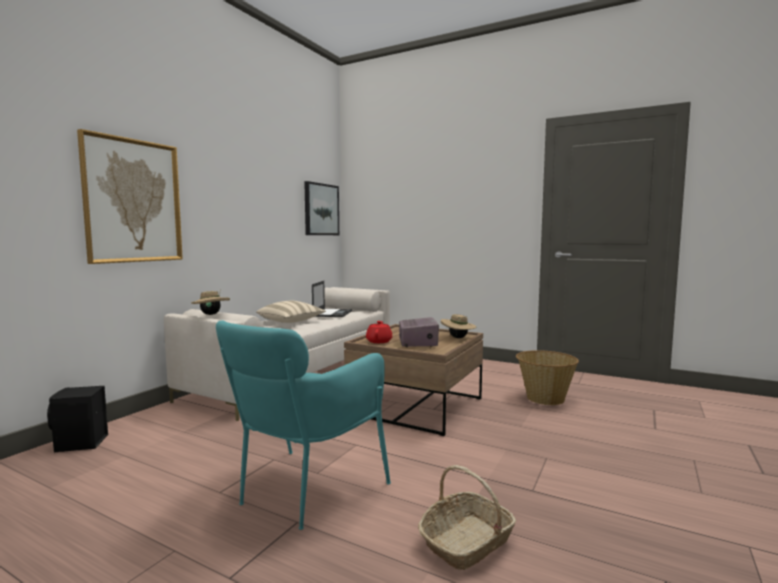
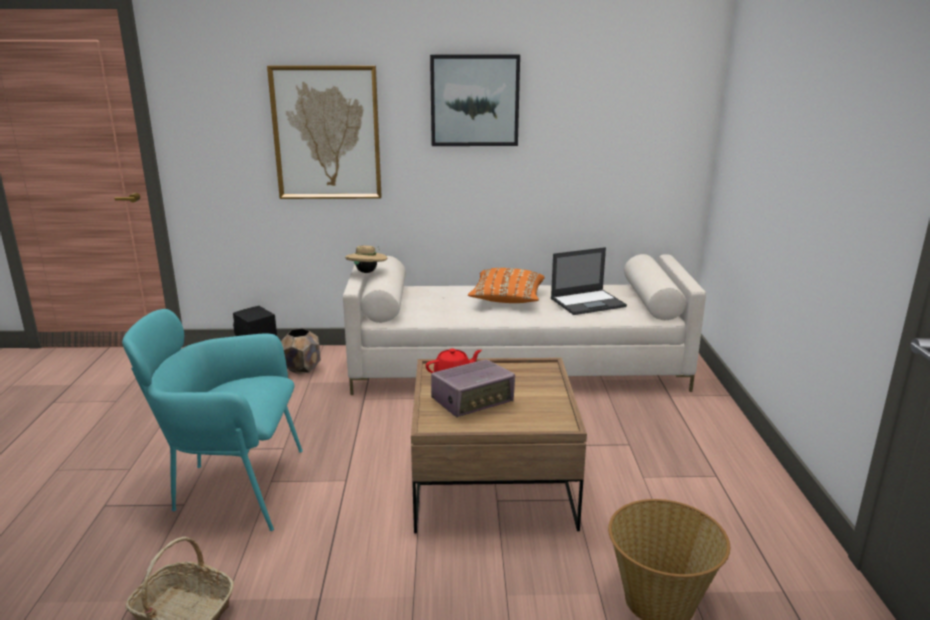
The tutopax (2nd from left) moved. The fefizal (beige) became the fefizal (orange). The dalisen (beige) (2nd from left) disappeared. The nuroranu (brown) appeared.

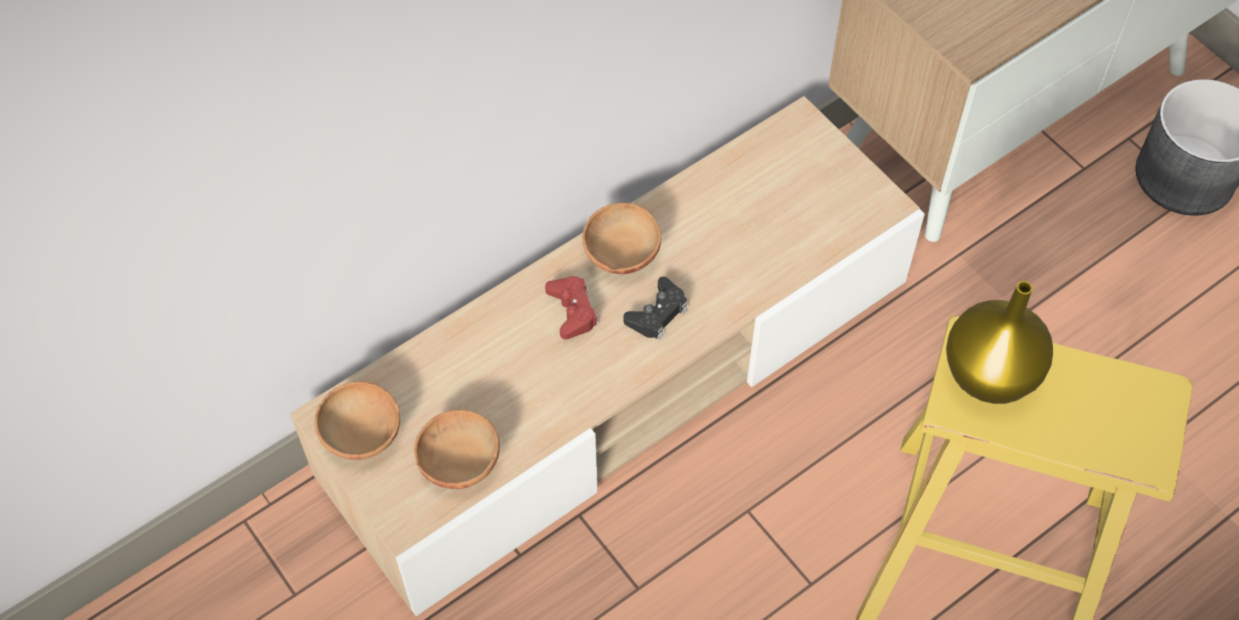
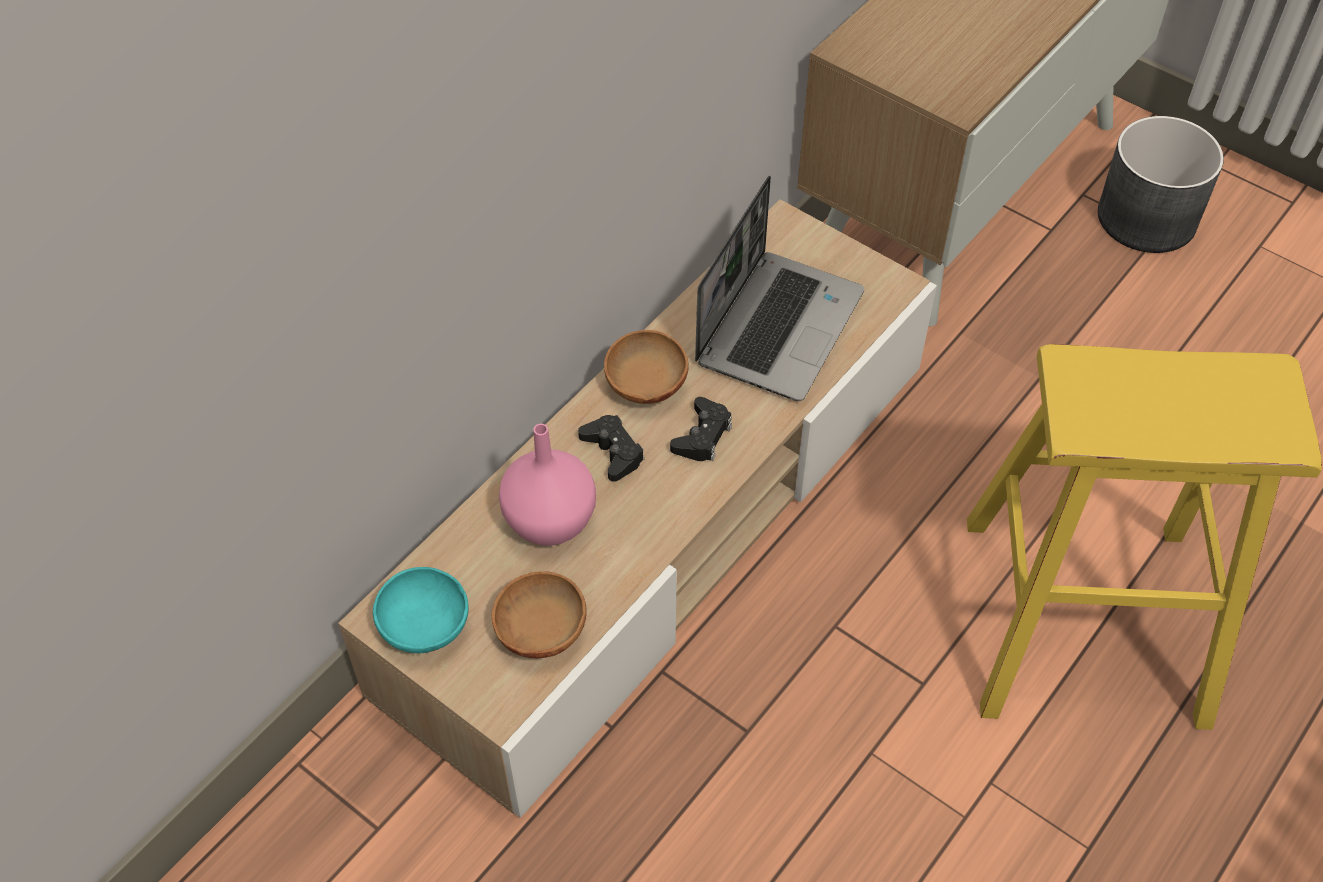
The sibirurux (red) became the sibirurux (black) (1st from left). The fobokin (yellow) disappeared. The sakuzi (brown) (1st from left) became the sakuzi (turquoise). The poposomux appeared. The fobokin (pink) appeared.

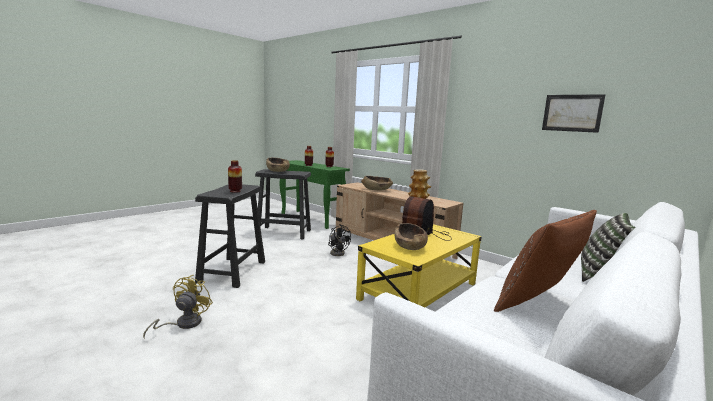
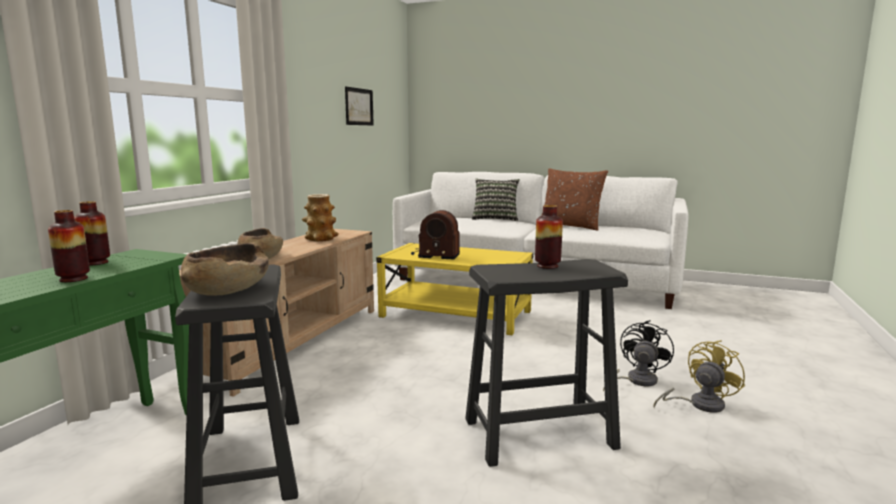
The sakuzi (brown) (3rd from left) disappeared. The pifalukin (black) moved. The pifalukin (yellow) turned 150 degrees clockwise.

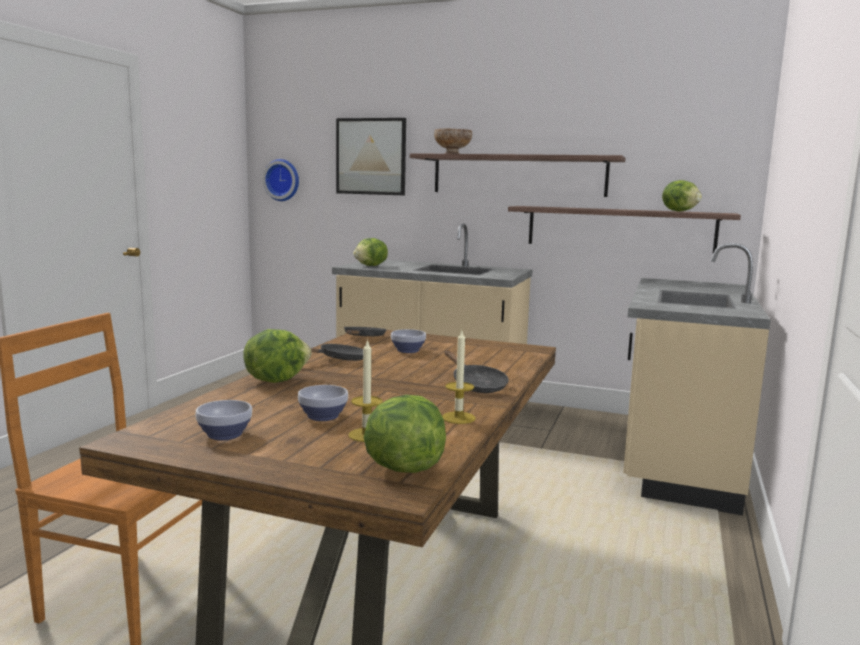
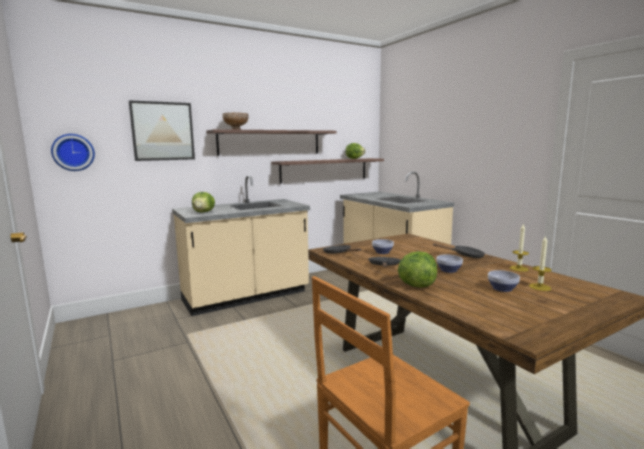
The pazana (3rd from left) disappeared. The sakuzi (1st from left in the first image) moved.

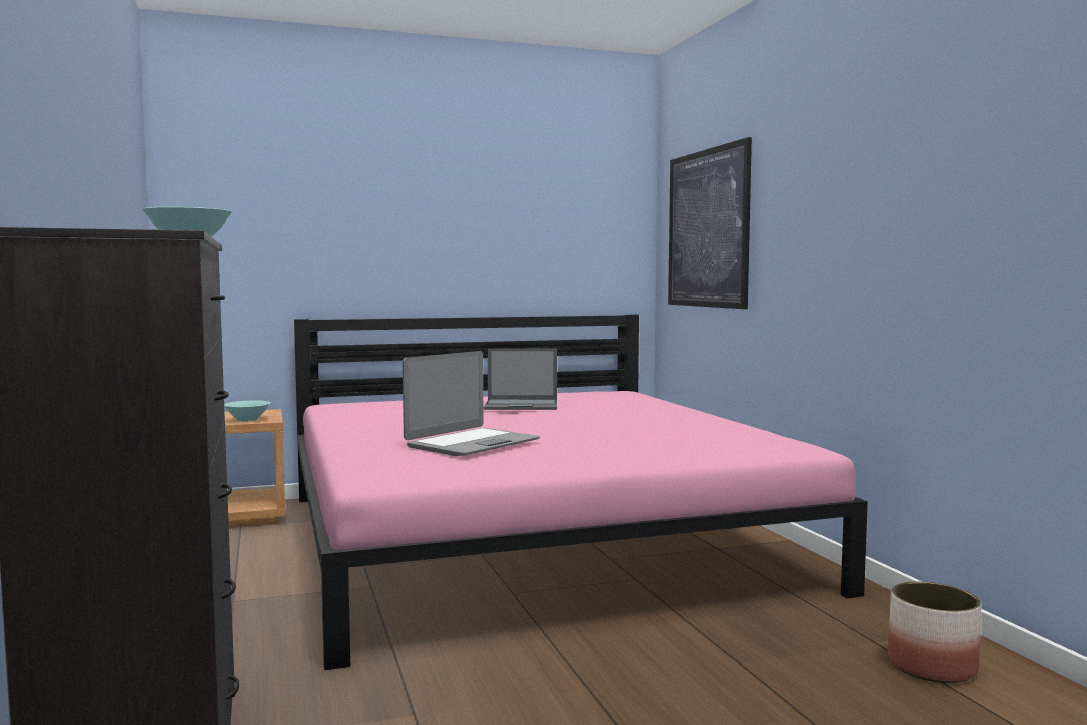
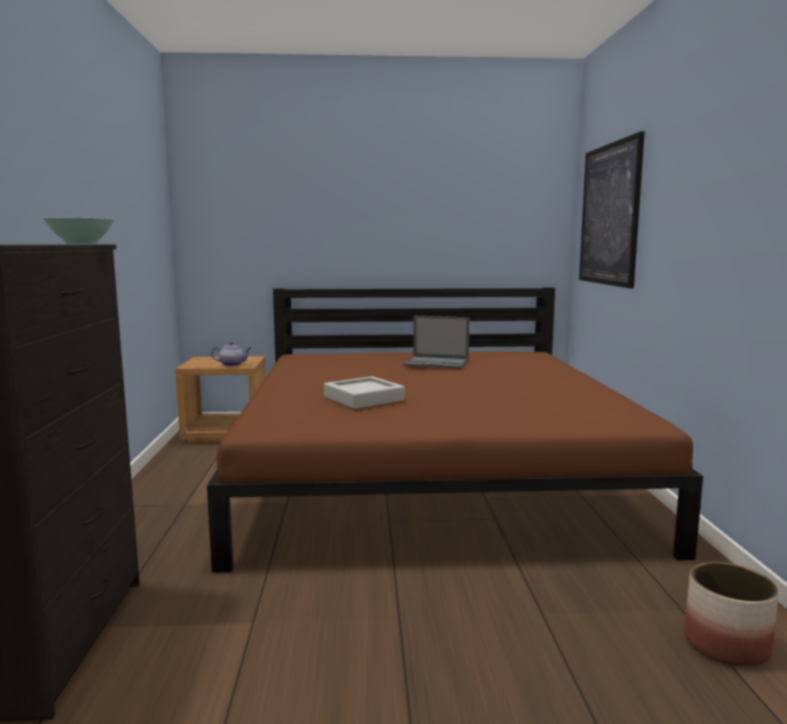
The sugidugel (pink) became the sugidugel (brown). The poposomux (1st from left) was replaced by the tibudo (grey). The sakuzi (turquoise) (2nd from left) was replaced by the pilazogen.

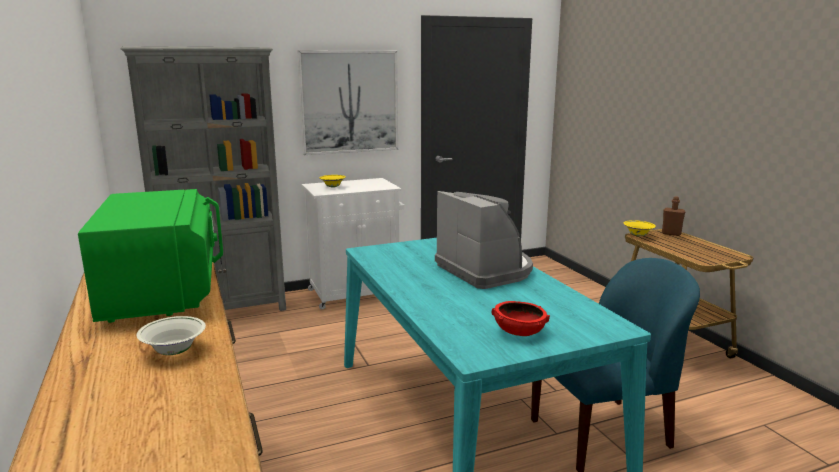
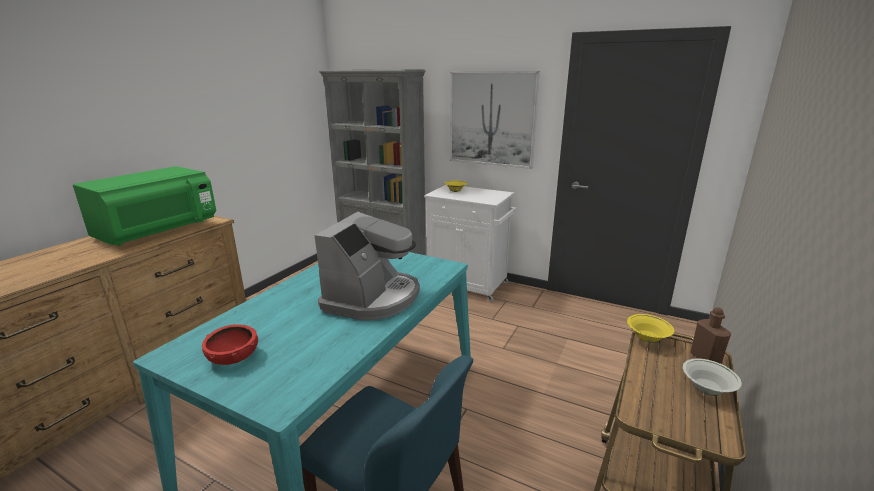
The sakuzi (white) moved.

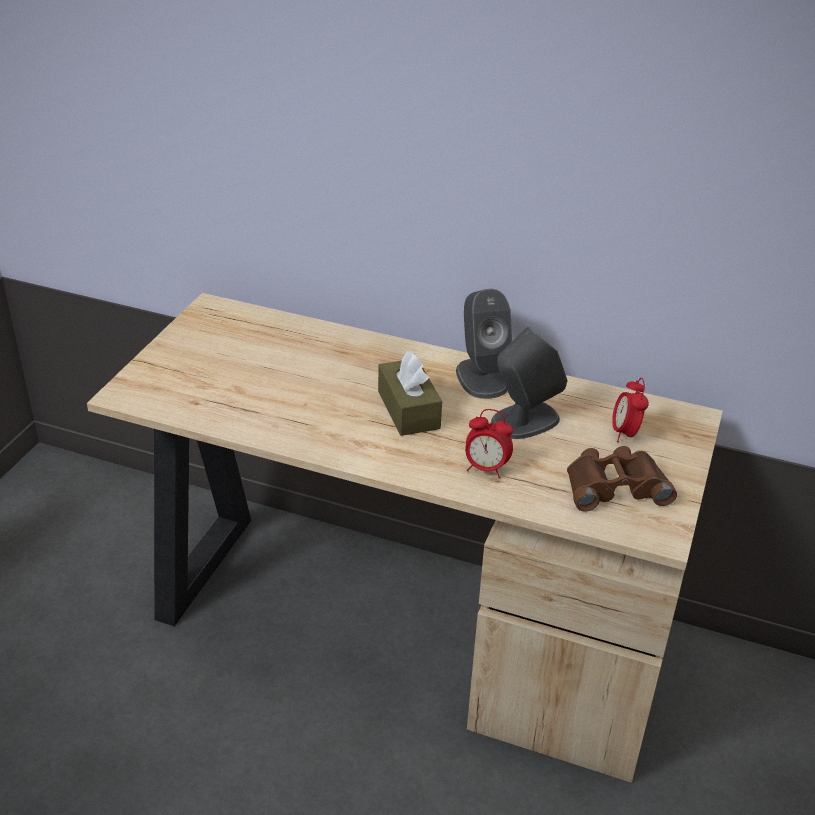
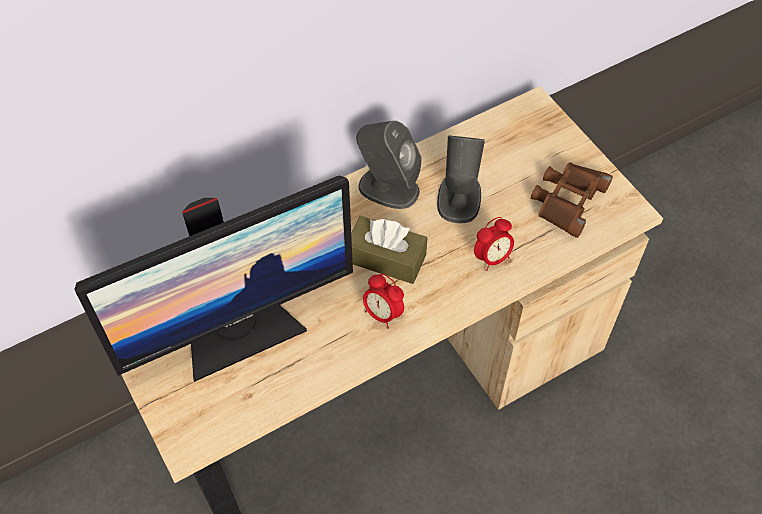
The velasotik (2nd from left in the first image) moved. The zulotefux appeared.

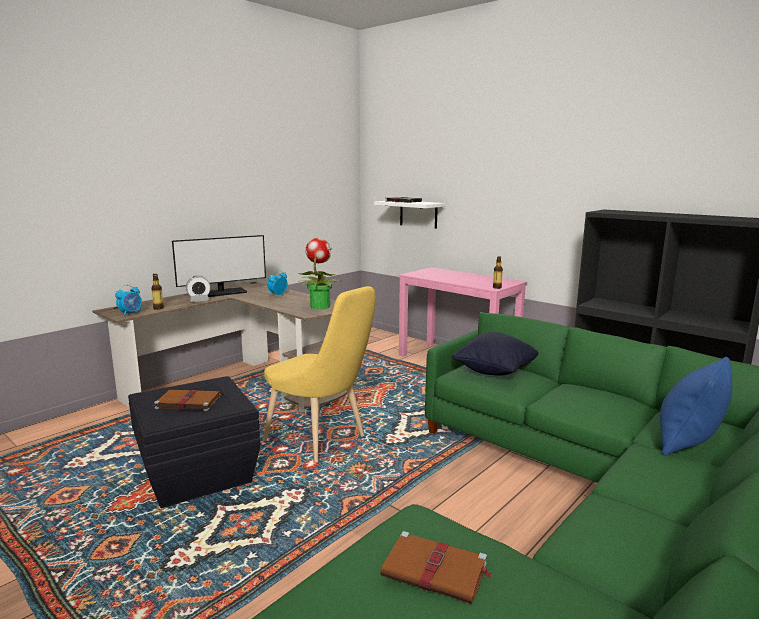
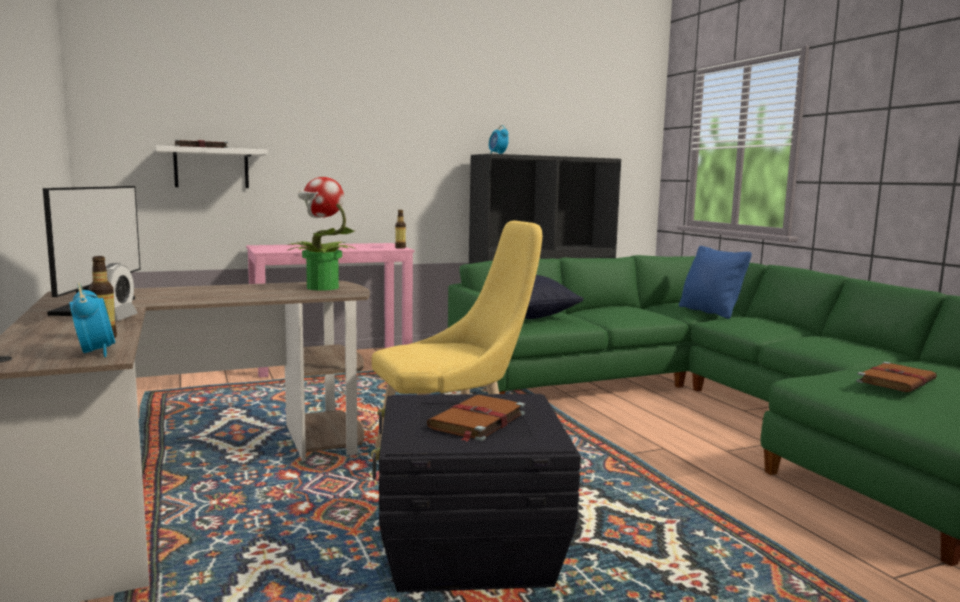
The velasotik (3rd from left) moved.

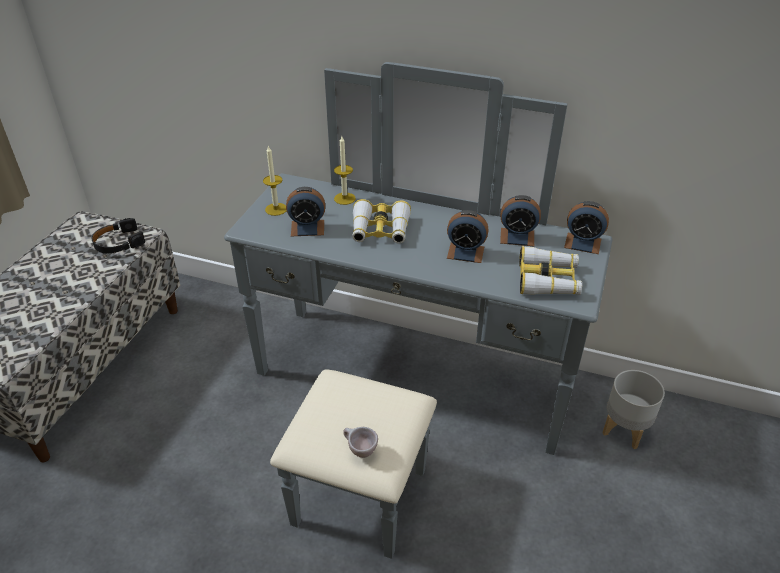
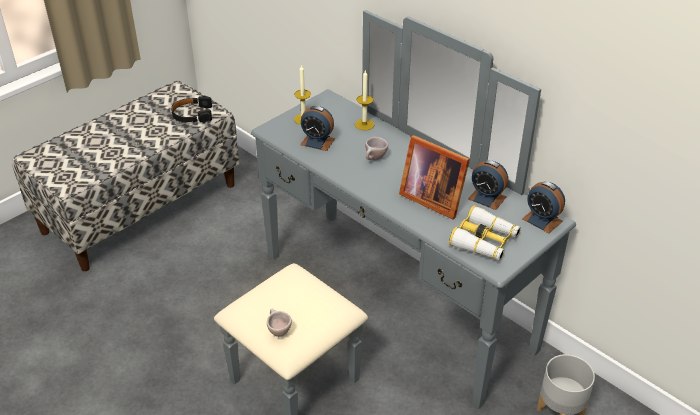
The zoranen (1st from left) was replaced by the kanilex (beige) (2nd from left). The velasotik (2nd from left) was replaced by the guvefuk.

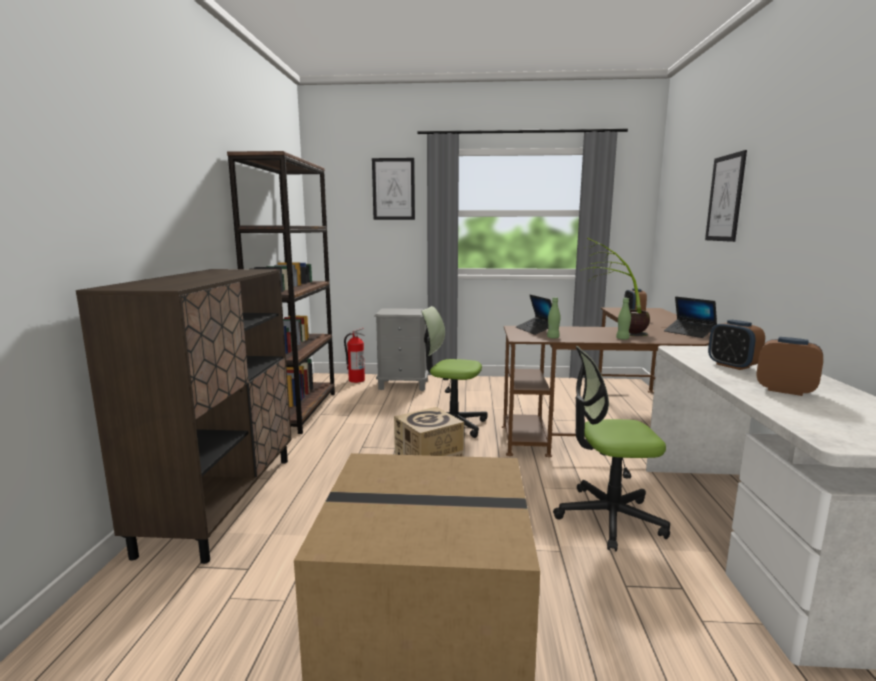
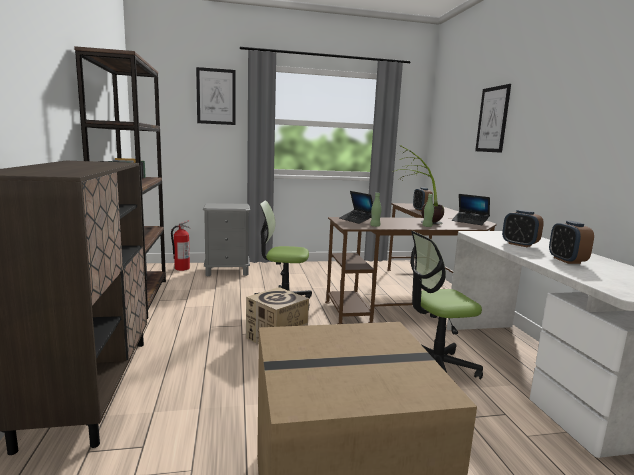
The velasotik (3rd from left) turned 120 degrees counterclockwise.

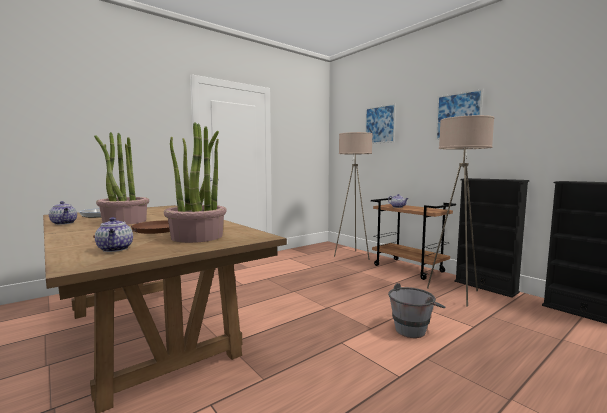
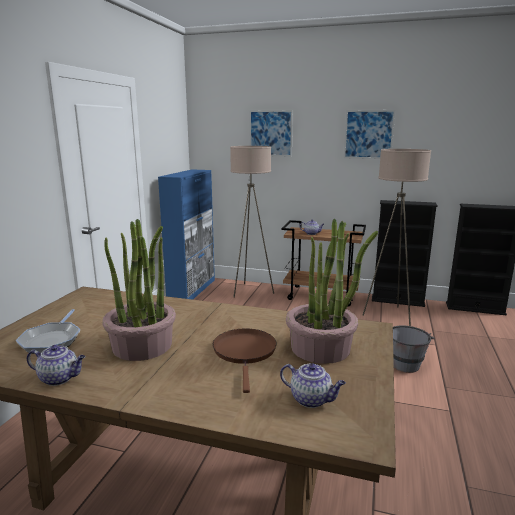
The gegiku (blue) appeared.

